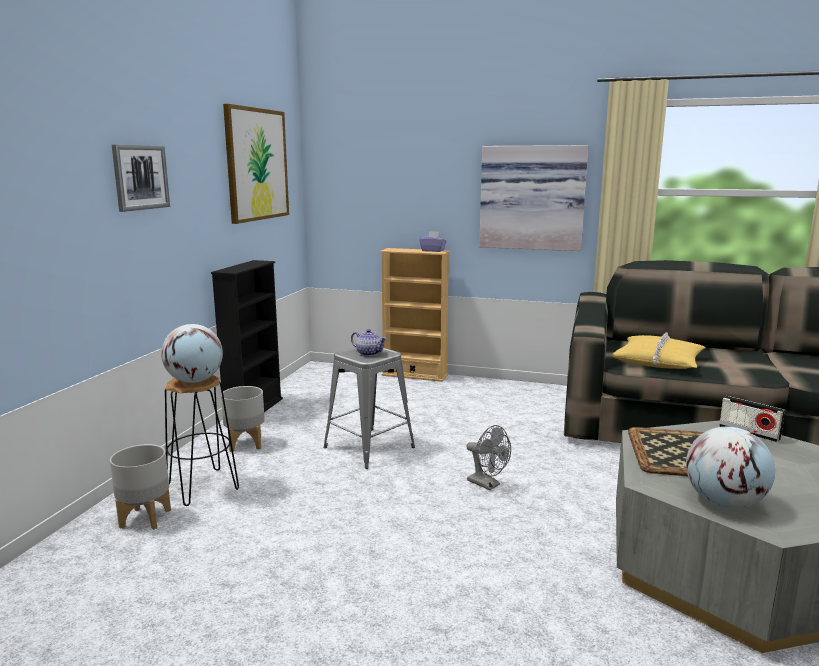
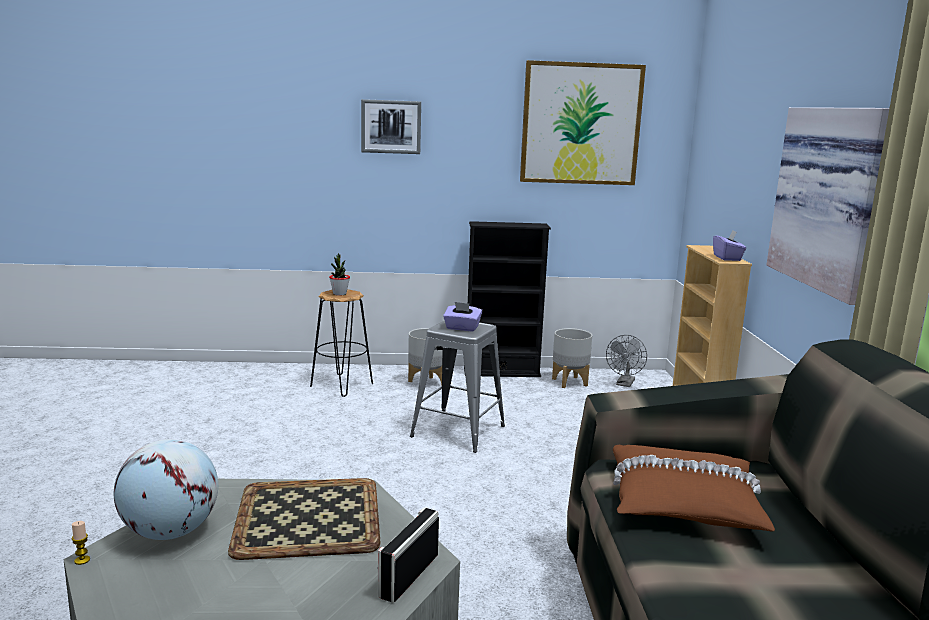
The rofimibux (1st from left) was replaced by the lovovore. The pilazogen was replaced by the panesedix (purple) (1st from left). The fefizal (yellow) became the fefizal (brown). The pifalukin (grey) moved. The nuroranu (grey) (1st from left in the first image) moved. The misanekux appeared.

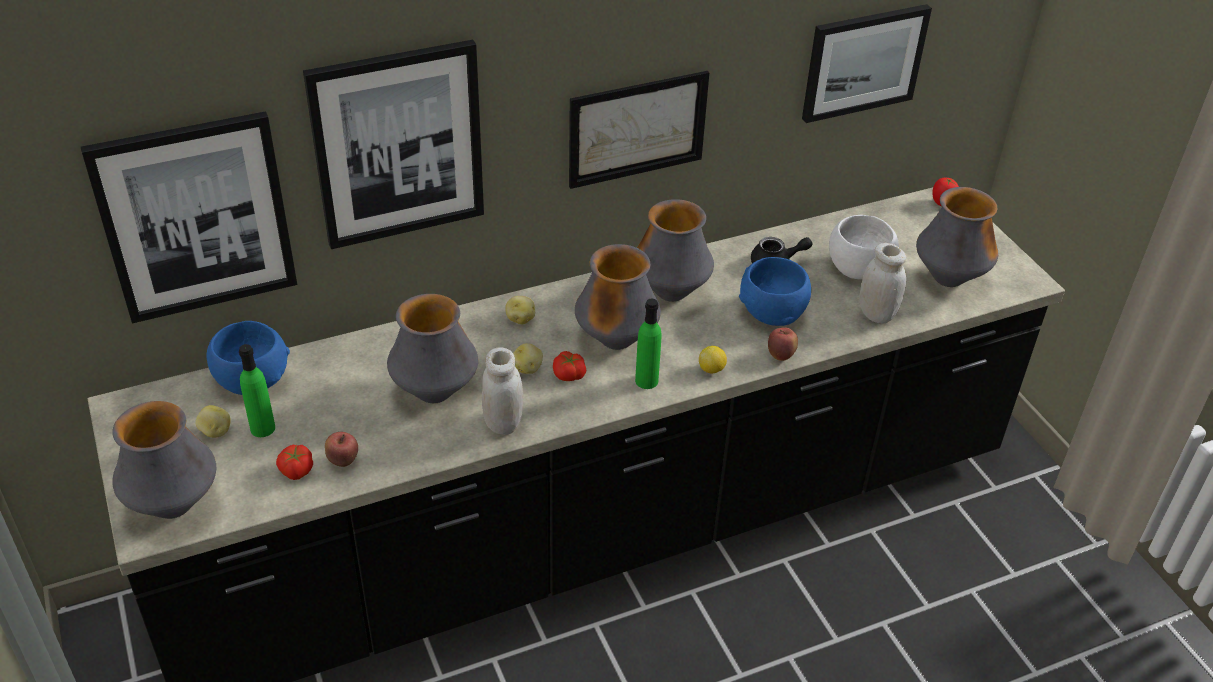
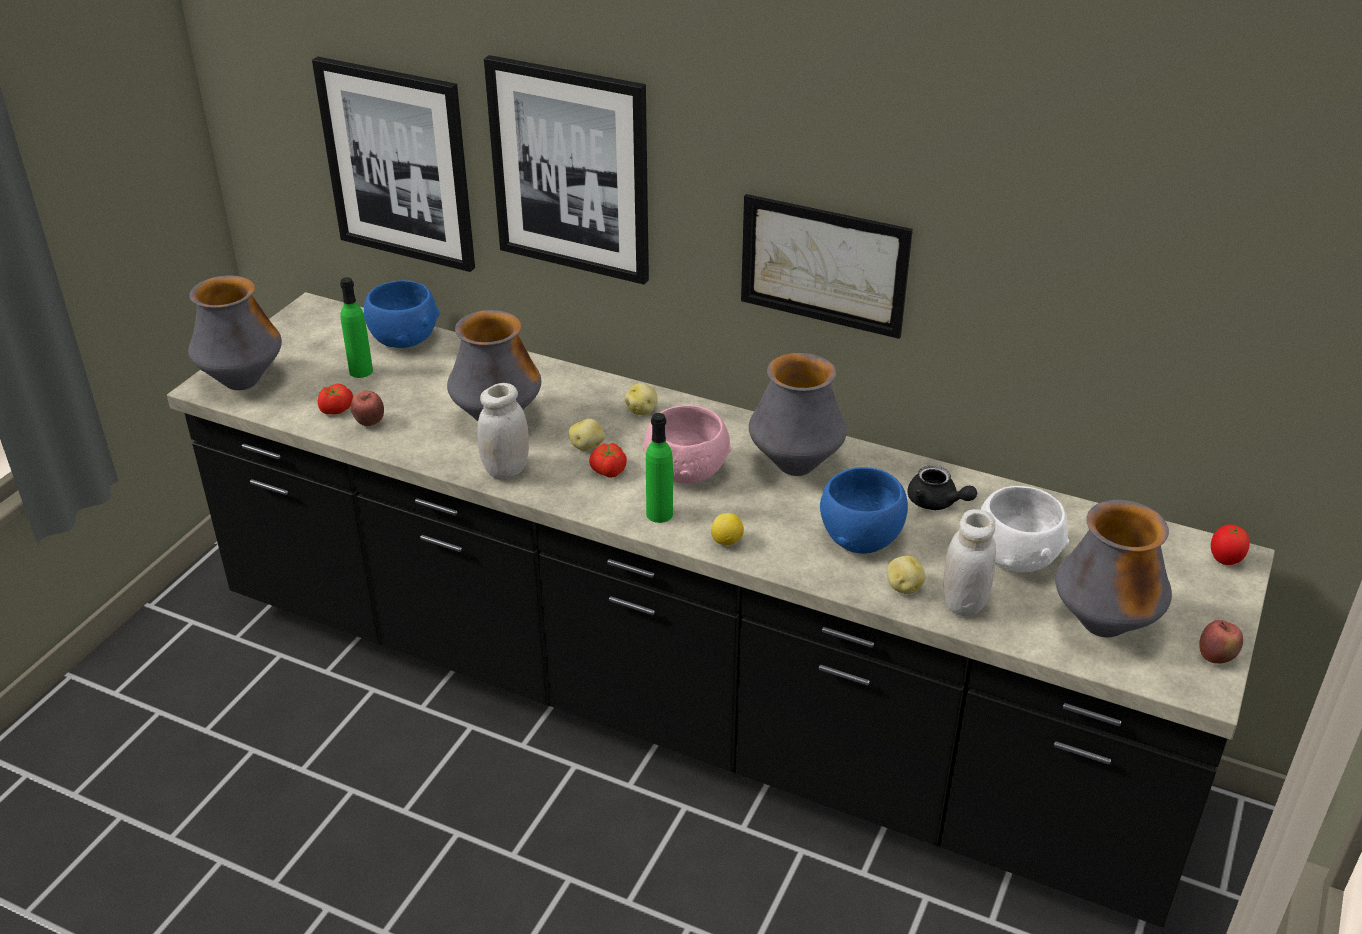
The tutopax (4th from left) disappeared. The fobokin (3rd from left) was replaced by the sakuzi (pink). The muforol (2nd from left) moved. The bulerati (1st from left in the first image) moved.

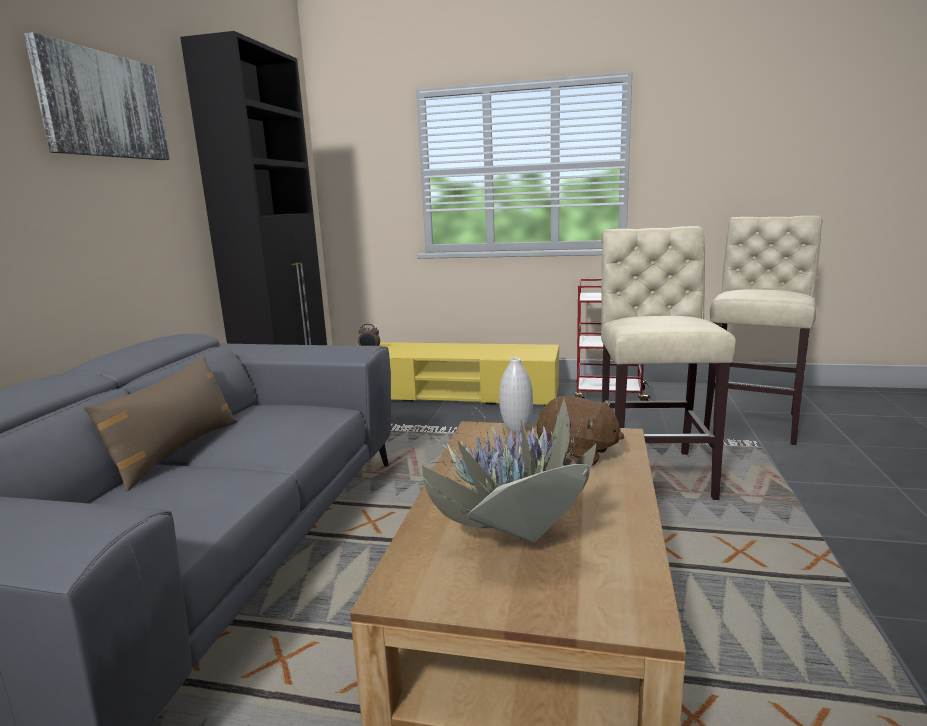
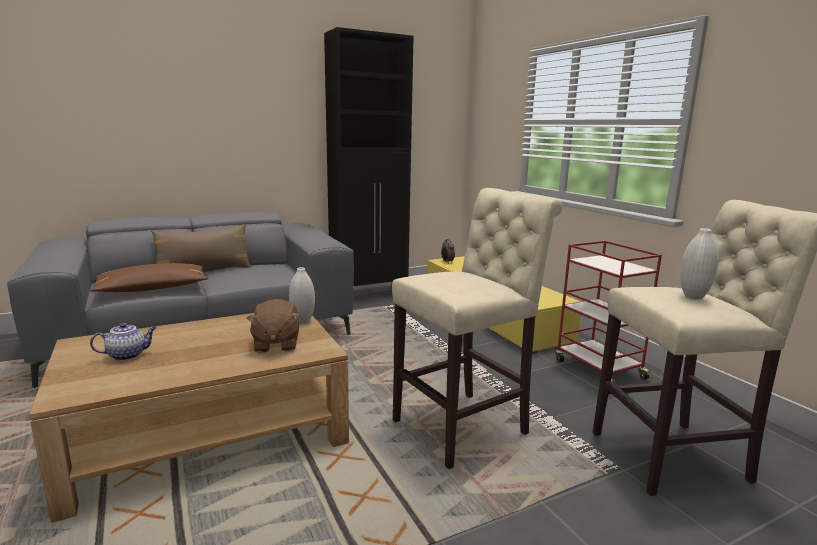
The tutopax disappeared. The lovovore was replaced by the pilazogen. The fobokin (white) (2nd from left) appeared. The fefizal (brown) (1st from left) appeared.

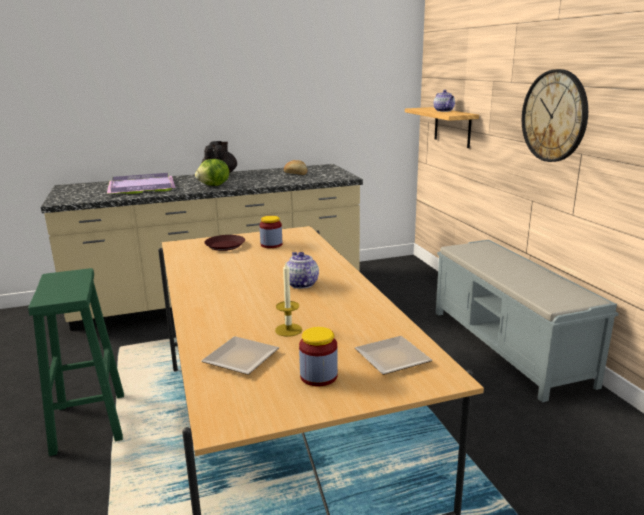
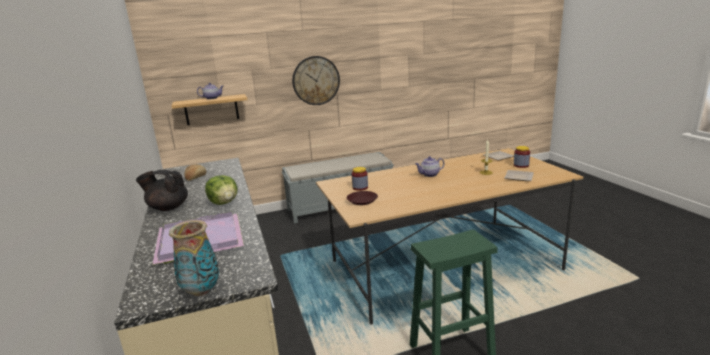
The fobokin appeared.

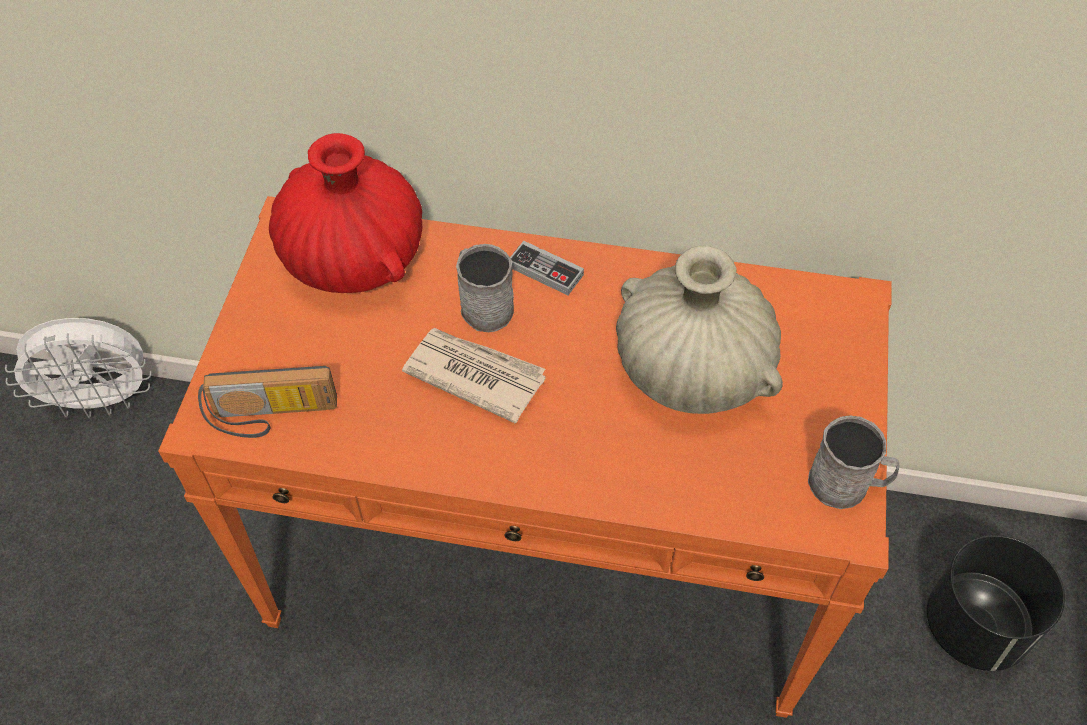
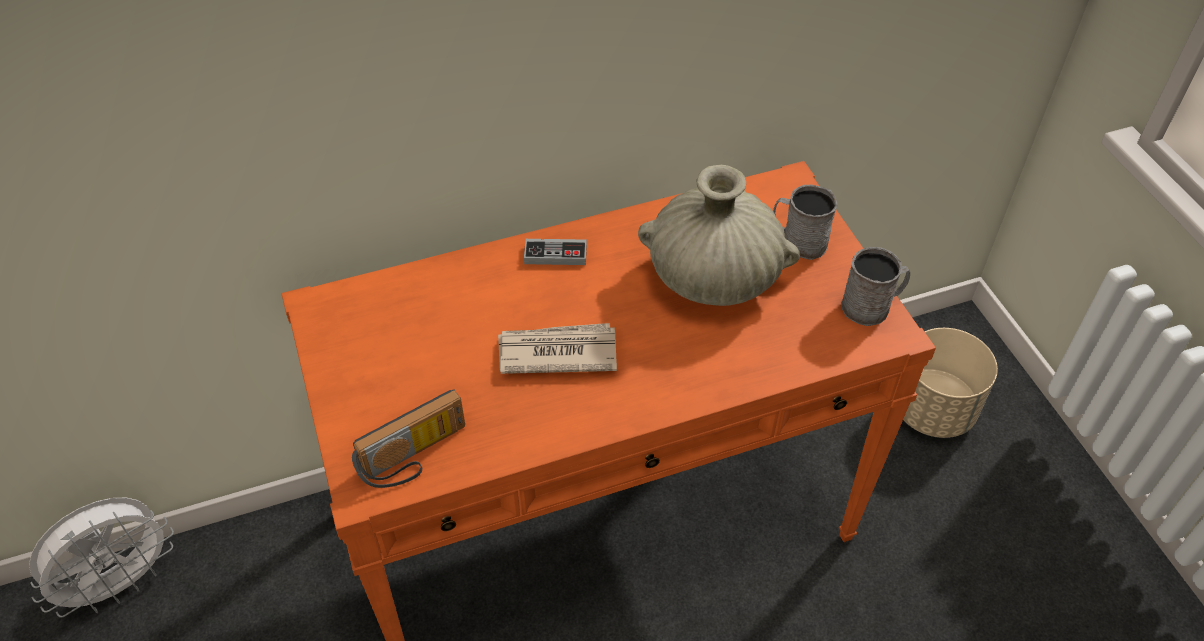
The fobokin (red) disappeared. The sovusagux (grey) (1st from left) moved. The nuroranu (black) became the nuroranu (beige).

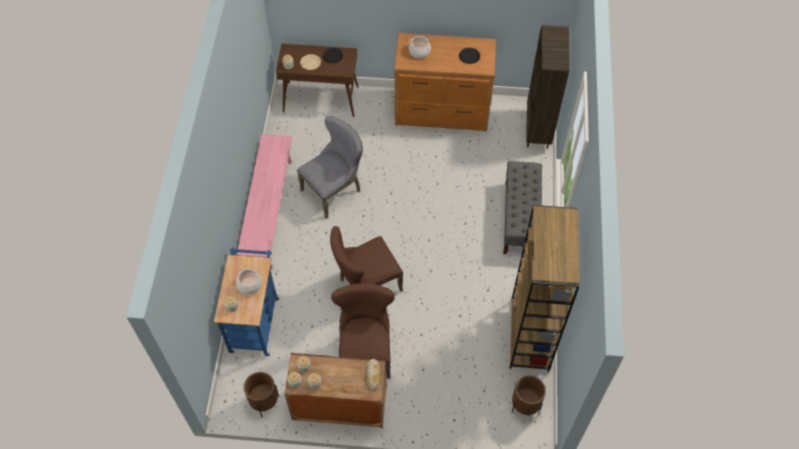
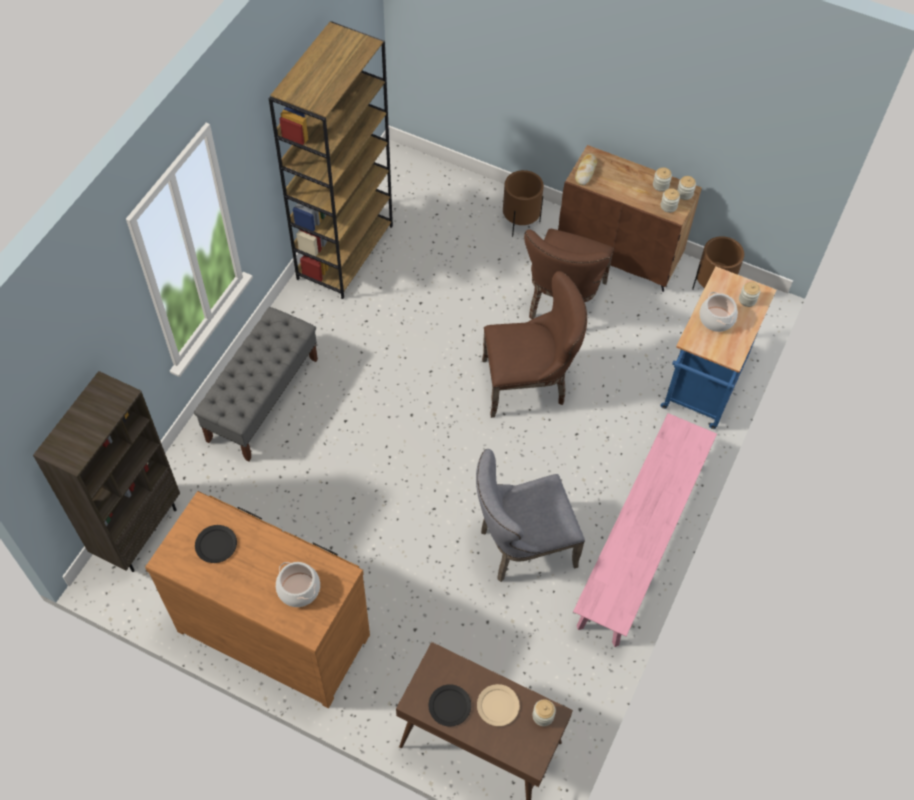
The nuroranu (brown) (2nd from left in the first image) moved.

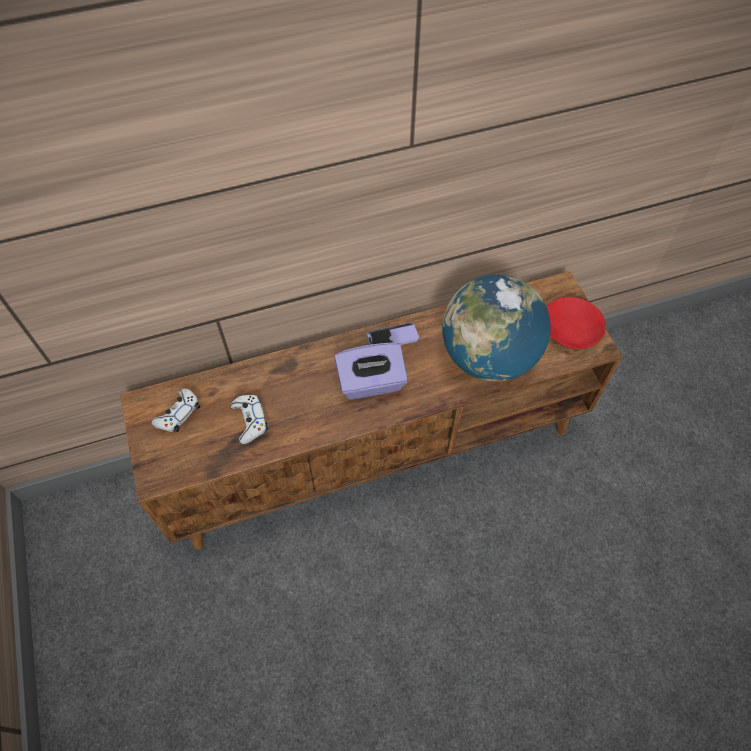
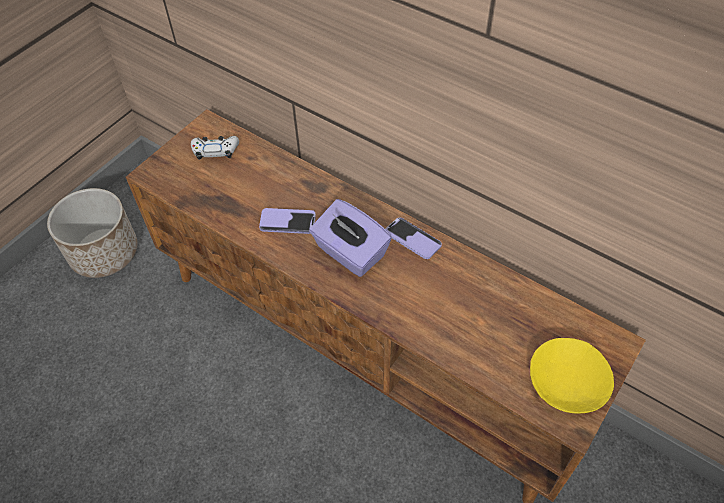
The rofimibux disappeared. The sakuzi (red) became the sakuzi (yellow). The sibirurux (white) (2nd from left) disappeared. The nuroranu appeared. The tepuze (1st from left) appeared.

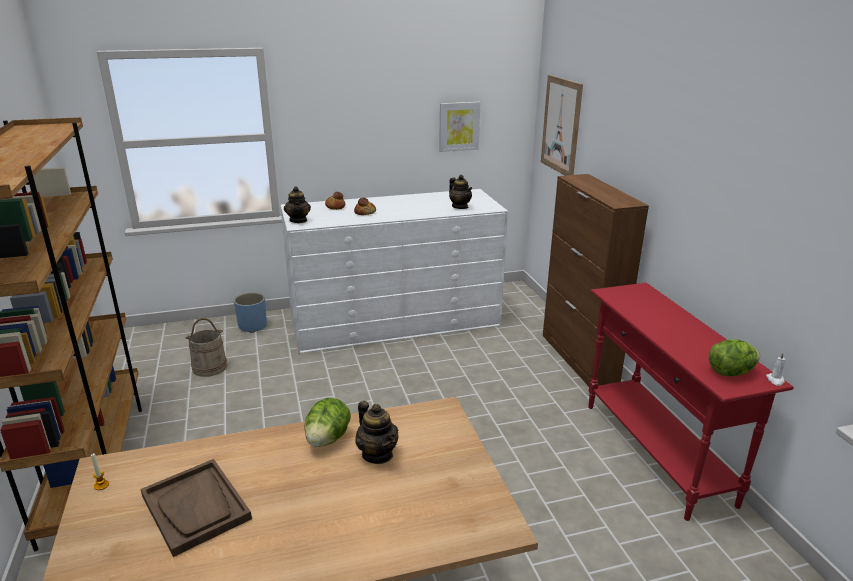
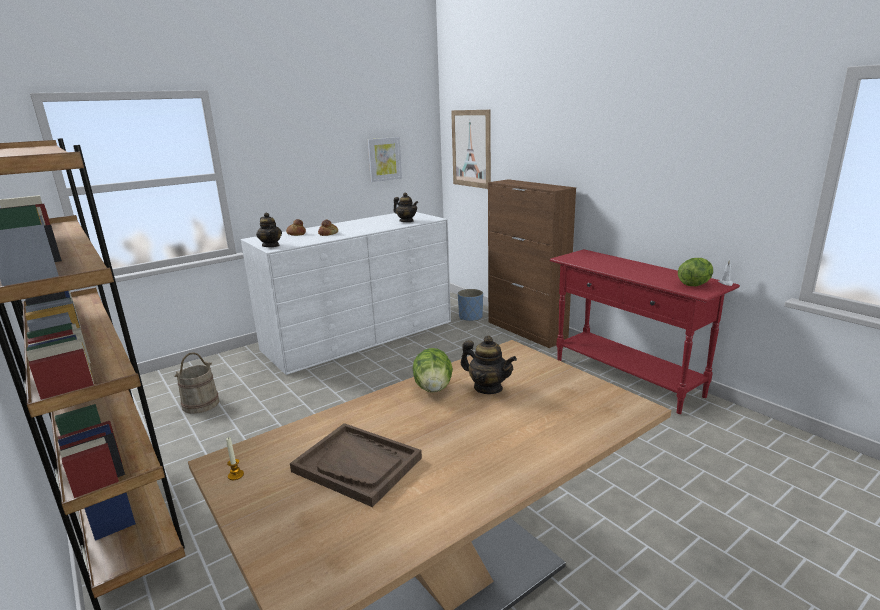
The nuroranu (blue) moved.

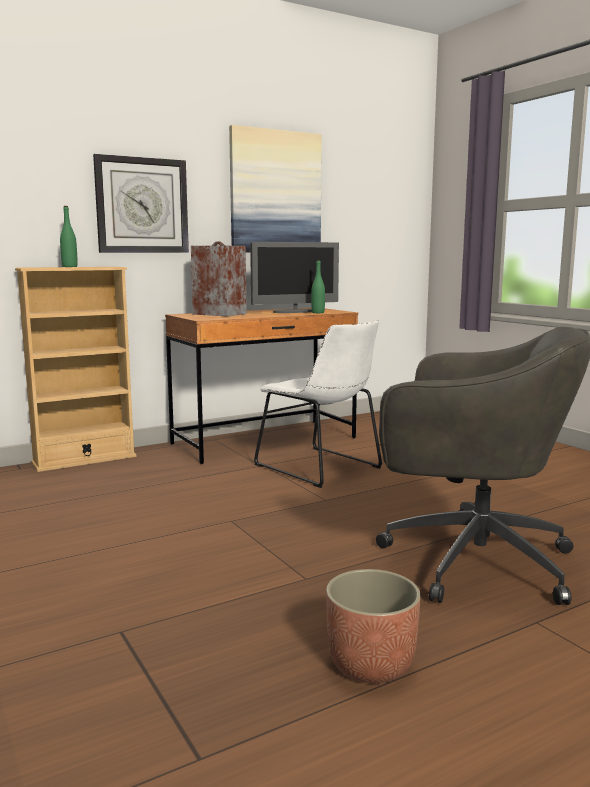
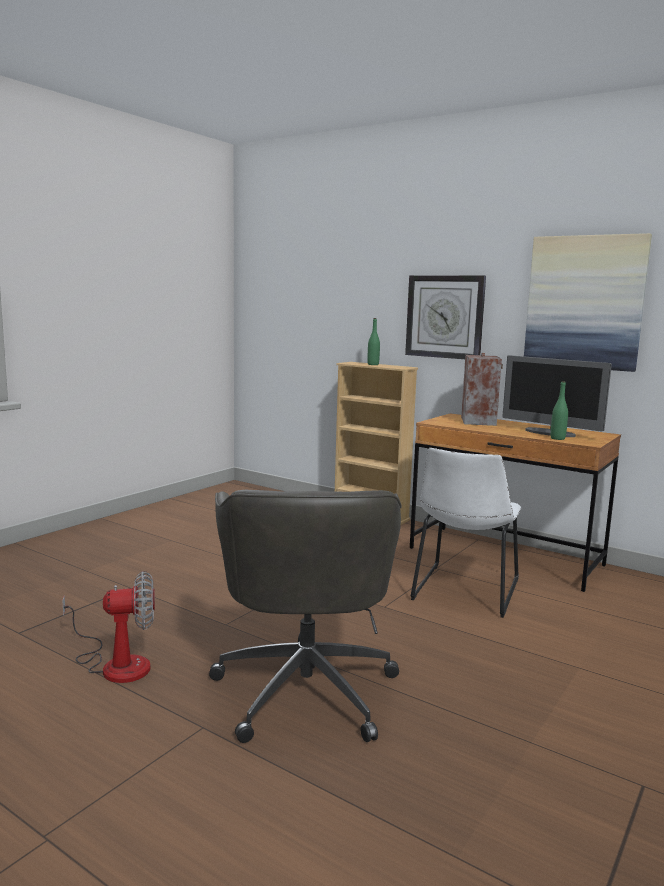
The nuroranu was replaced by the pifalukin.

